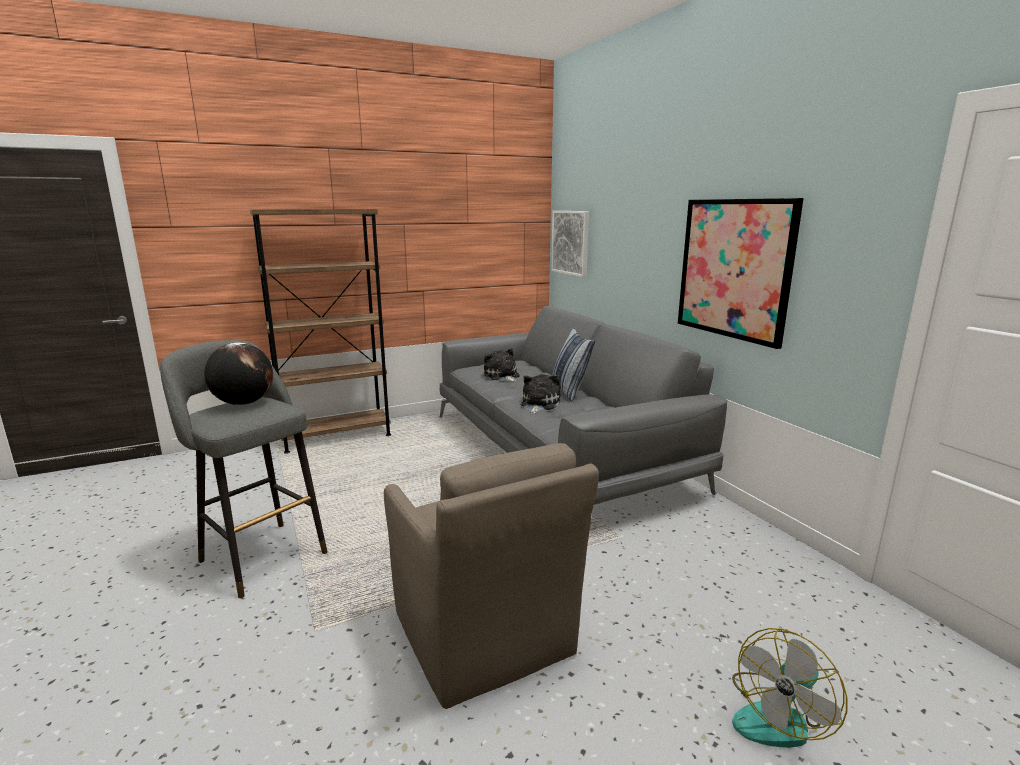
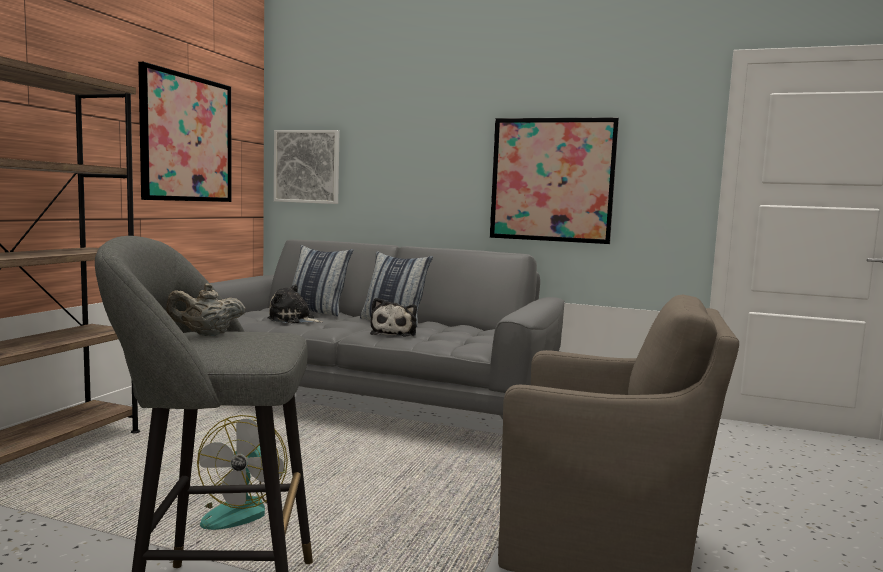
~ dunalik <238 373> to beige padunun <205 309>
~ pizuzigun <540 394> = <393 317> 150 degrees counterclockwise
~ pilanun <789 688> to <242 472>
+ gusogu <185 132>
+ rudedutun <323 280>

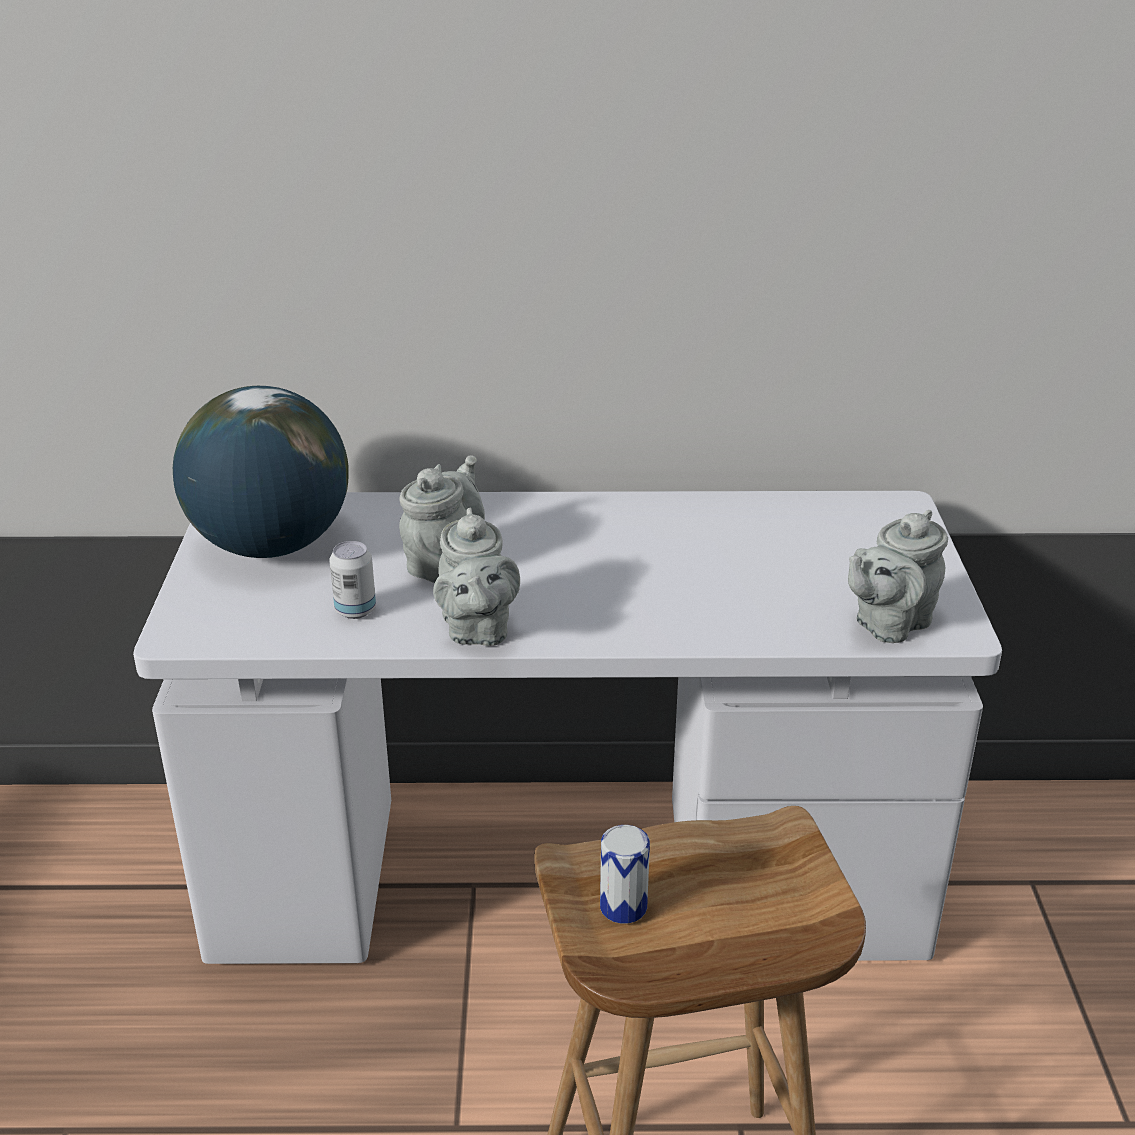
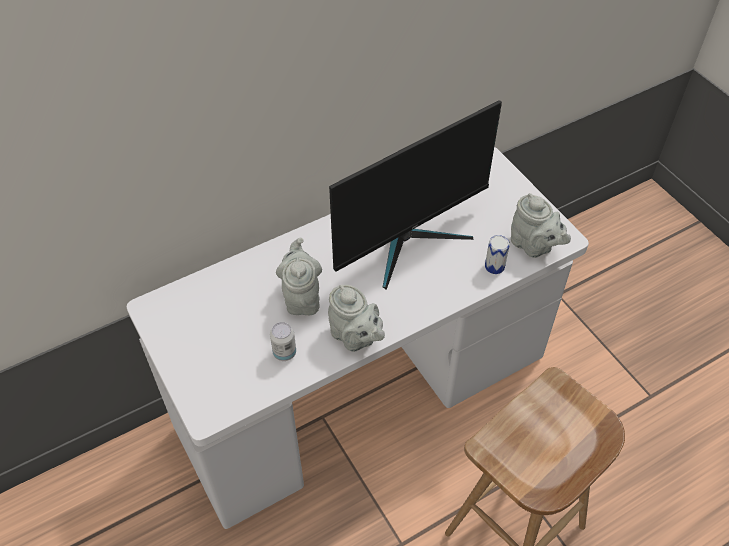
- dunalik <261 472>
~ grey padunun <898 576> = <541 225> 60 degrees counterclockwise
~ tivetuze <625 874> to <497 254>
+ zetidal <415 195>

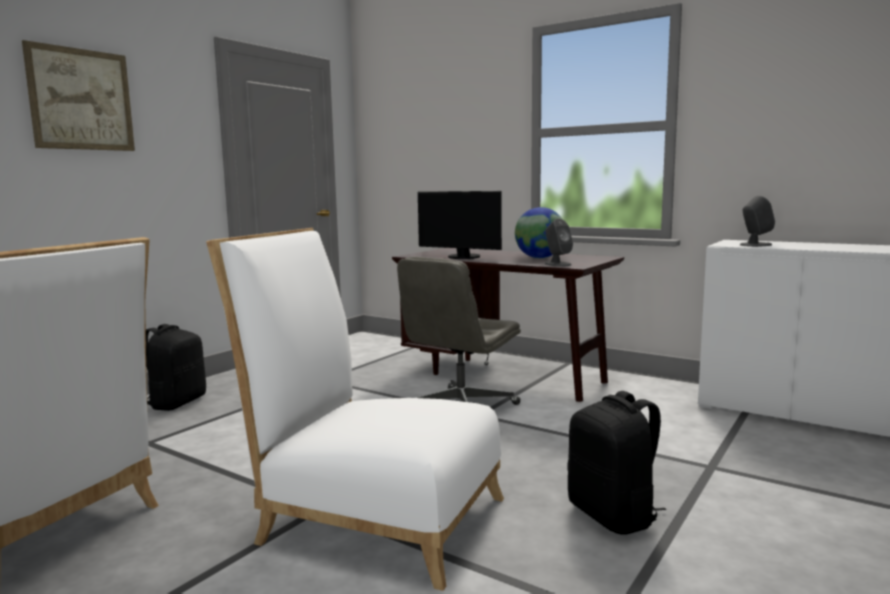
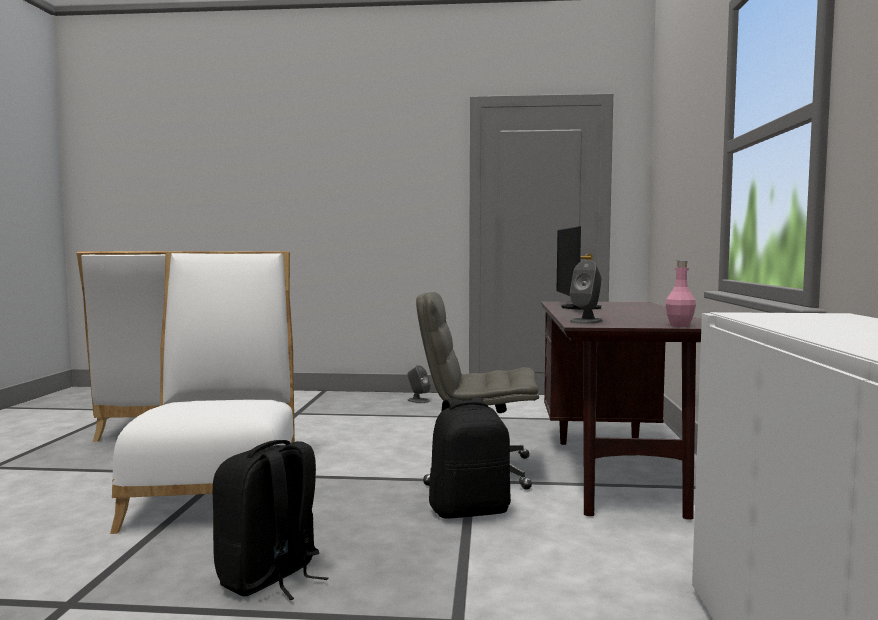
- gusogu <78 95>
~ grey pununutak <757 221> to <419 384>
- dunalik <538 232>
~ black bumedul <176 367> to <470 458>
+ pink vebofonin <681 294>

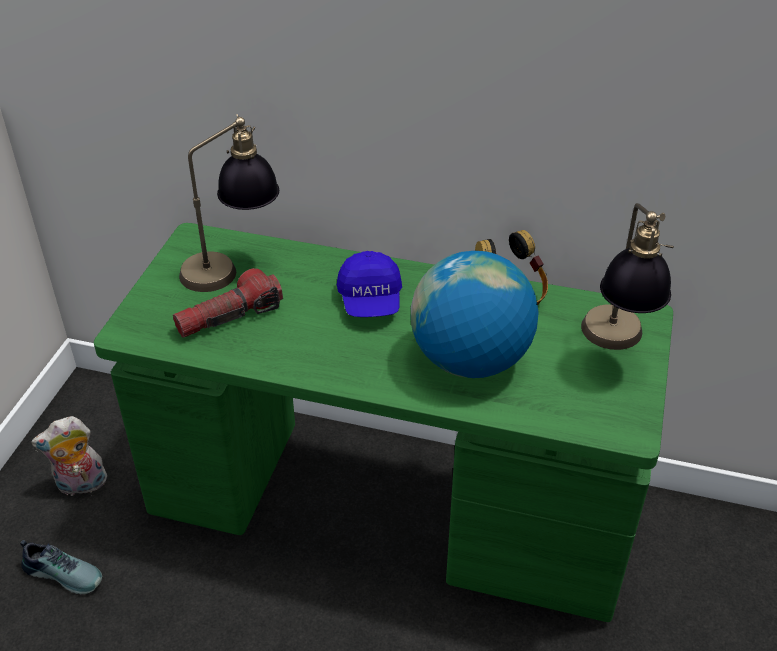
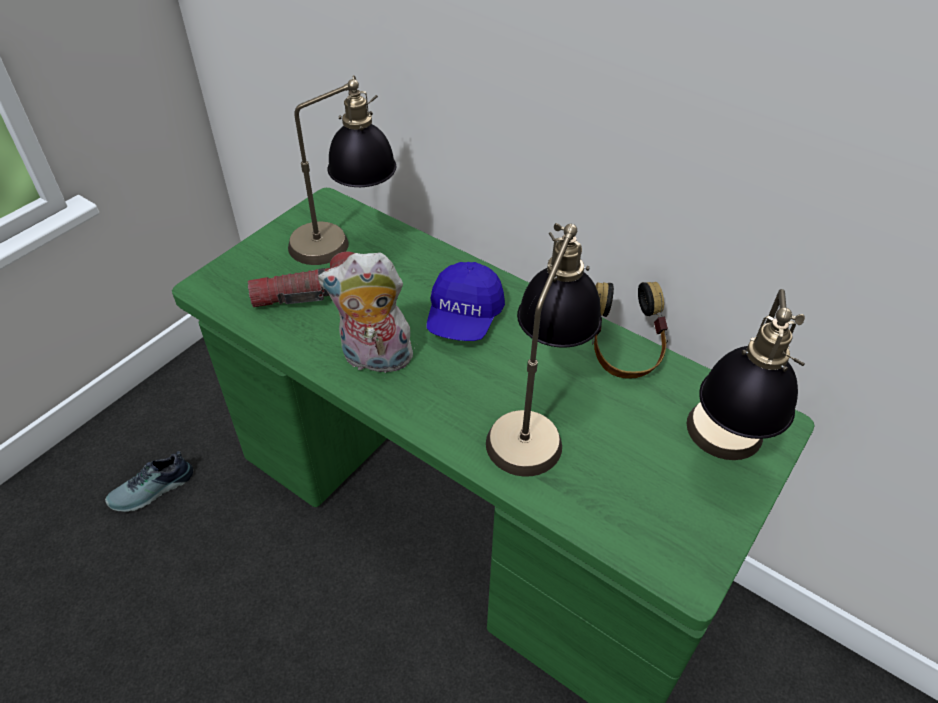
~ dunalik <475 314> to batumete <544 350>
~ pizuzigun <69 456> to <366 312>
~ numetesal <61 567> = <149 481> 105 degrees clockwise

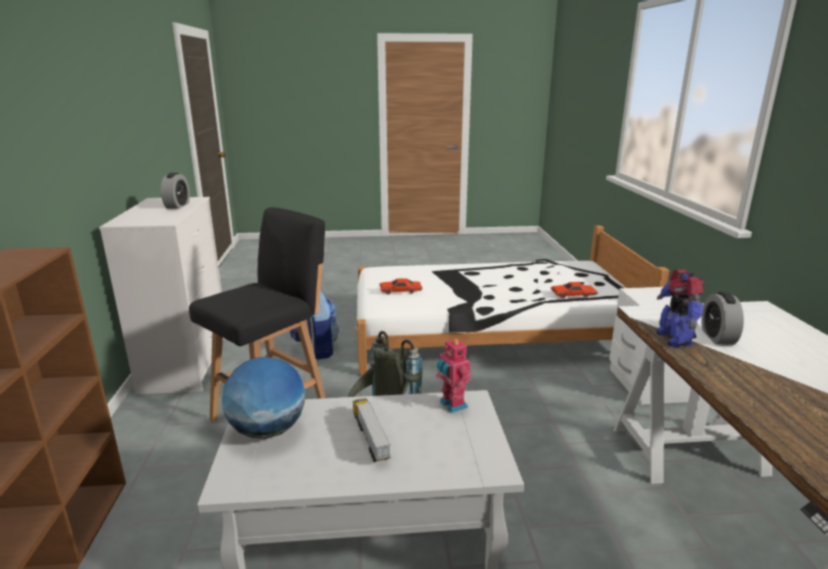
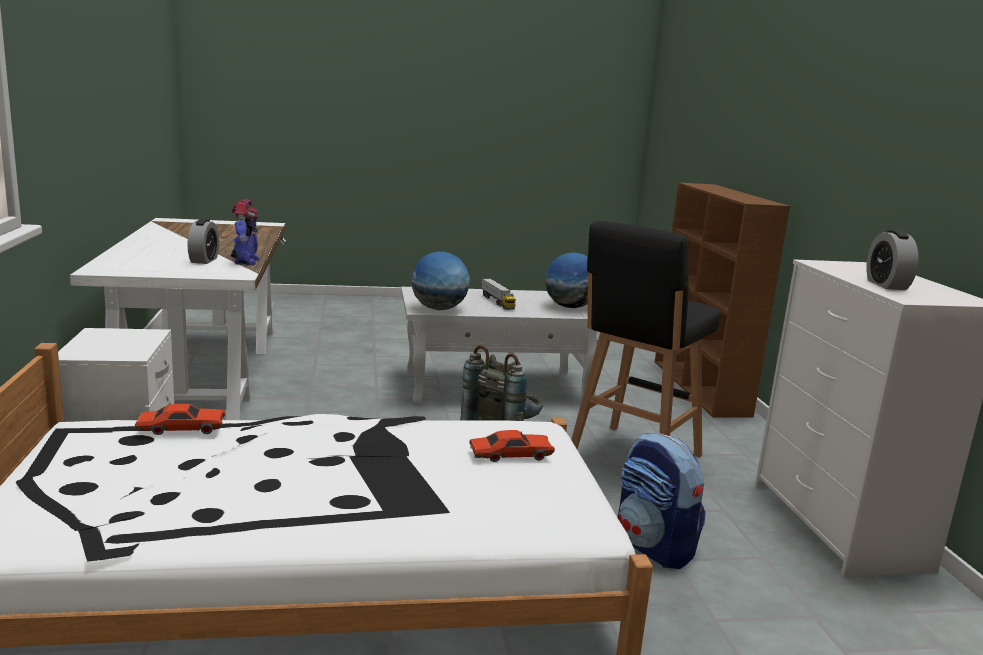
~ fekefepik <453 375> to dunalik <440 281>

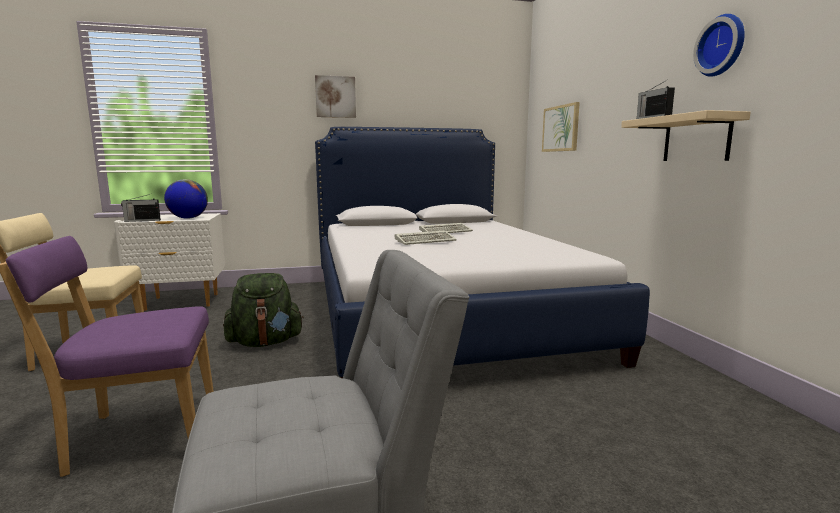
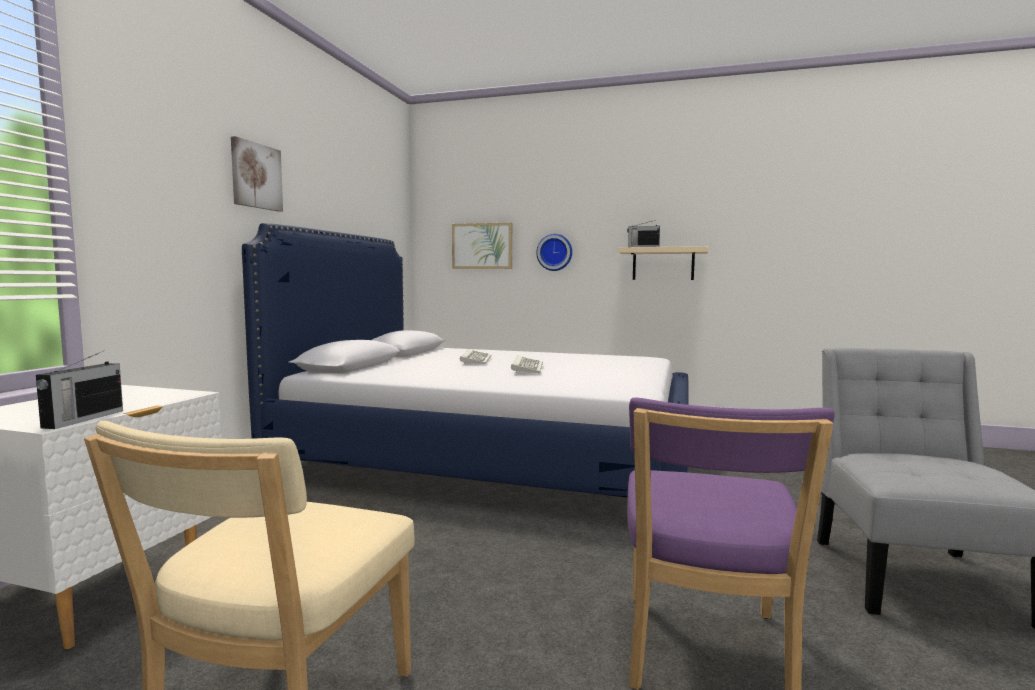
~ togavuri <719 45> to <554 252>
- dunalik <186 199>
- green bumedul <263 310>

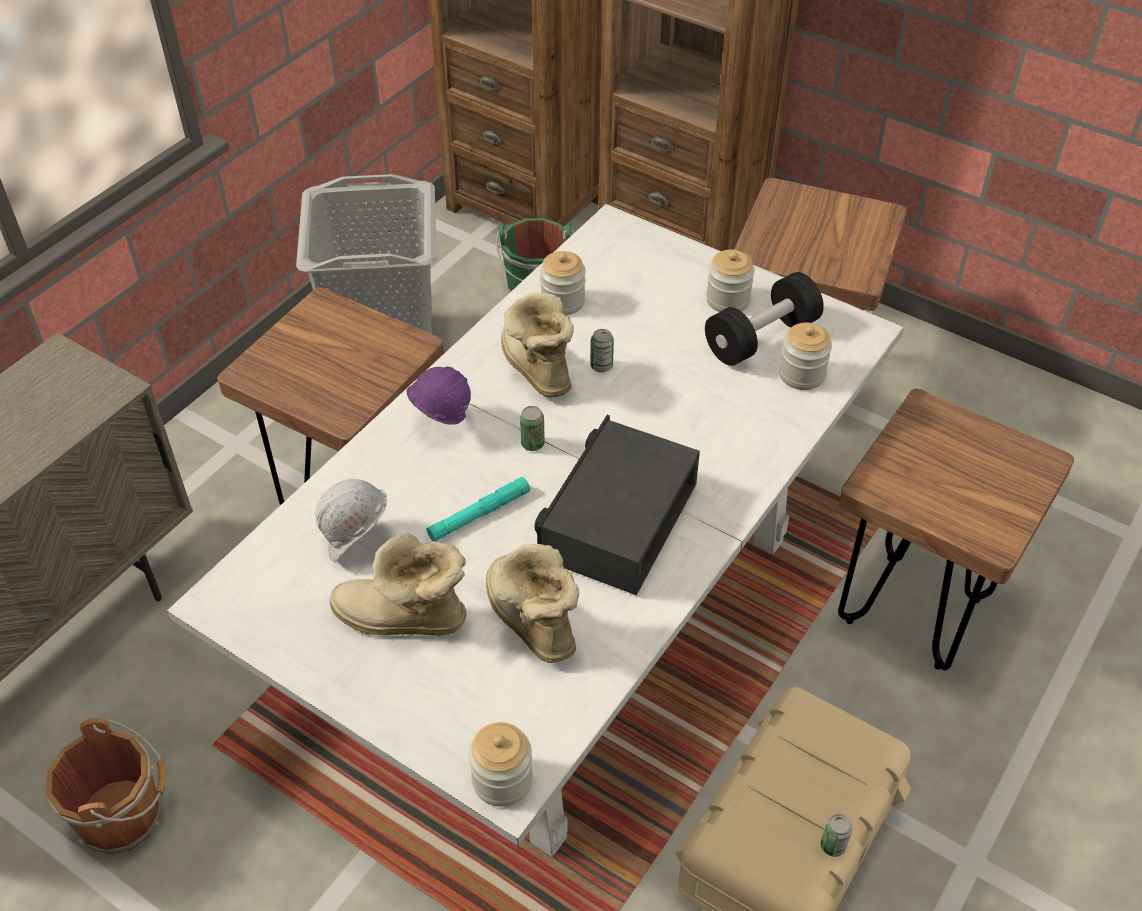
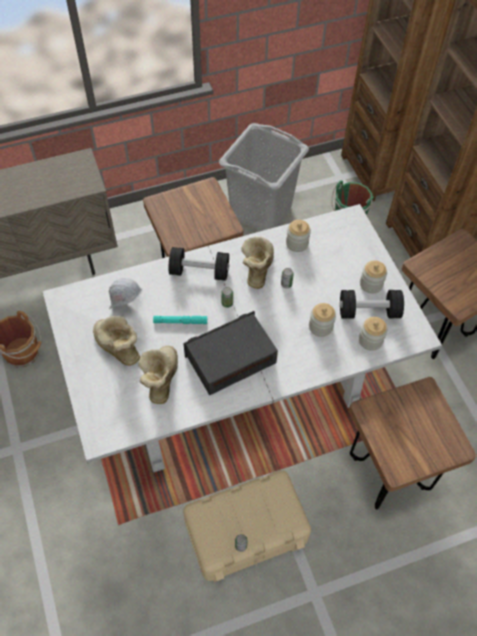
~ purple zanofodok <439 395> to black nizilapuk <199 264>
~ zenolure <501 764> to <322 320>

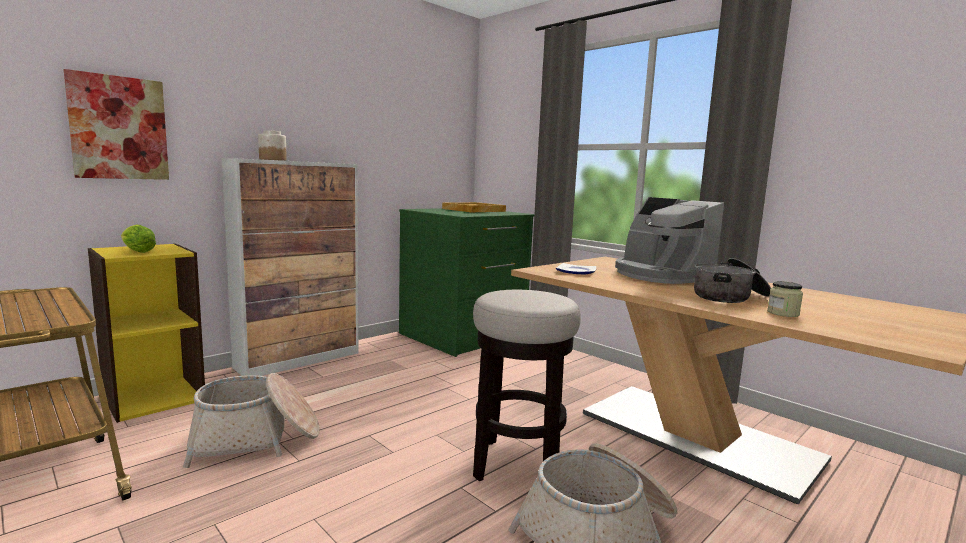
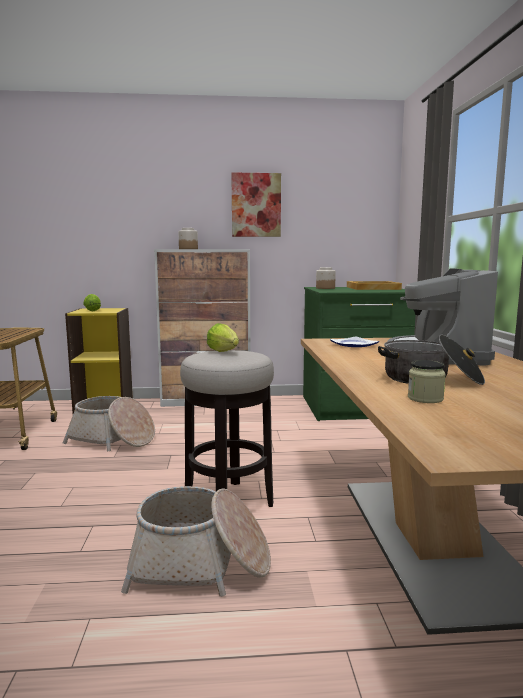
~ gusogu <116 124> to <256 205>
+ zenolure <326 278>
+ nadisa <223 337>

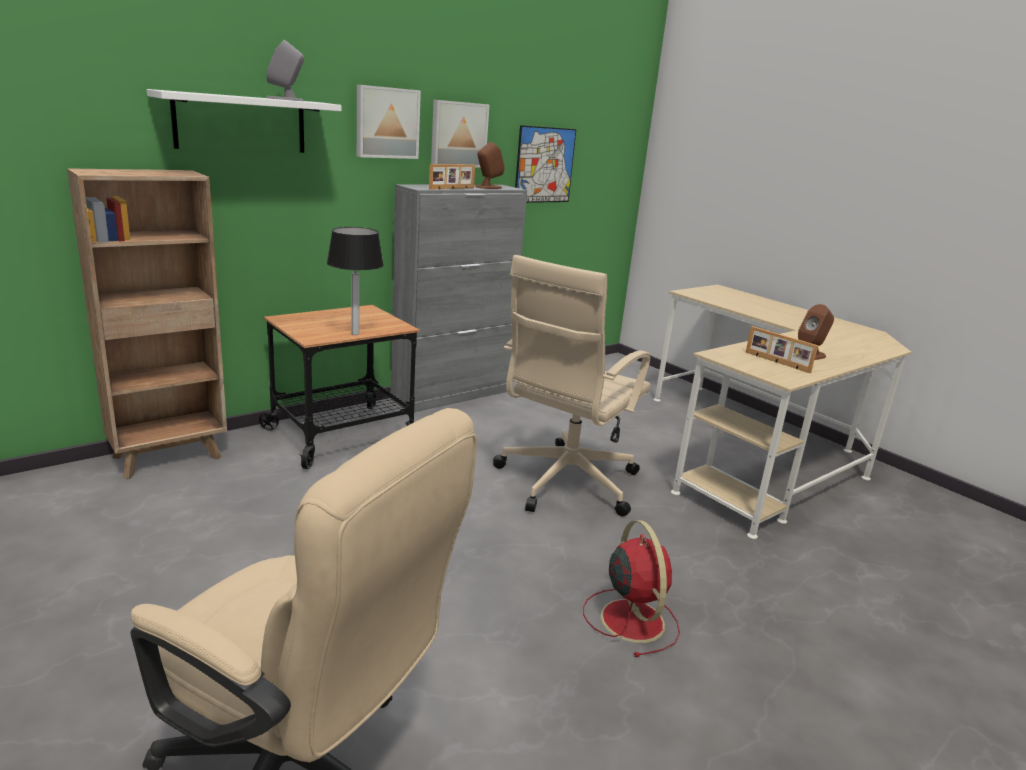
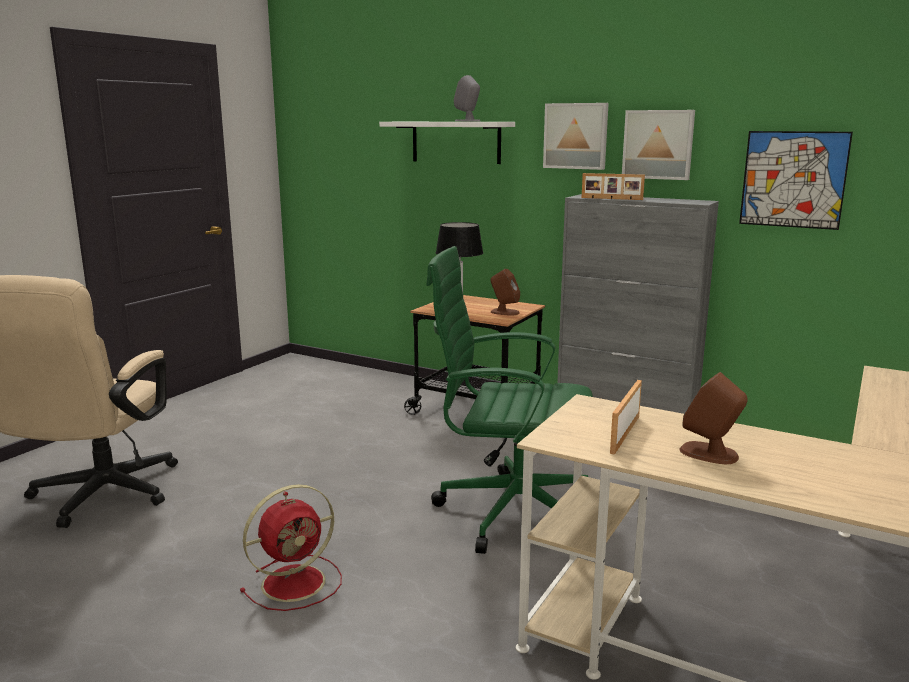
~ brown pununutak <490 165> to <505 292>
- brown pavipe <147 323>
~ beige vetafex <572 386> to green vetafex <509 400>

